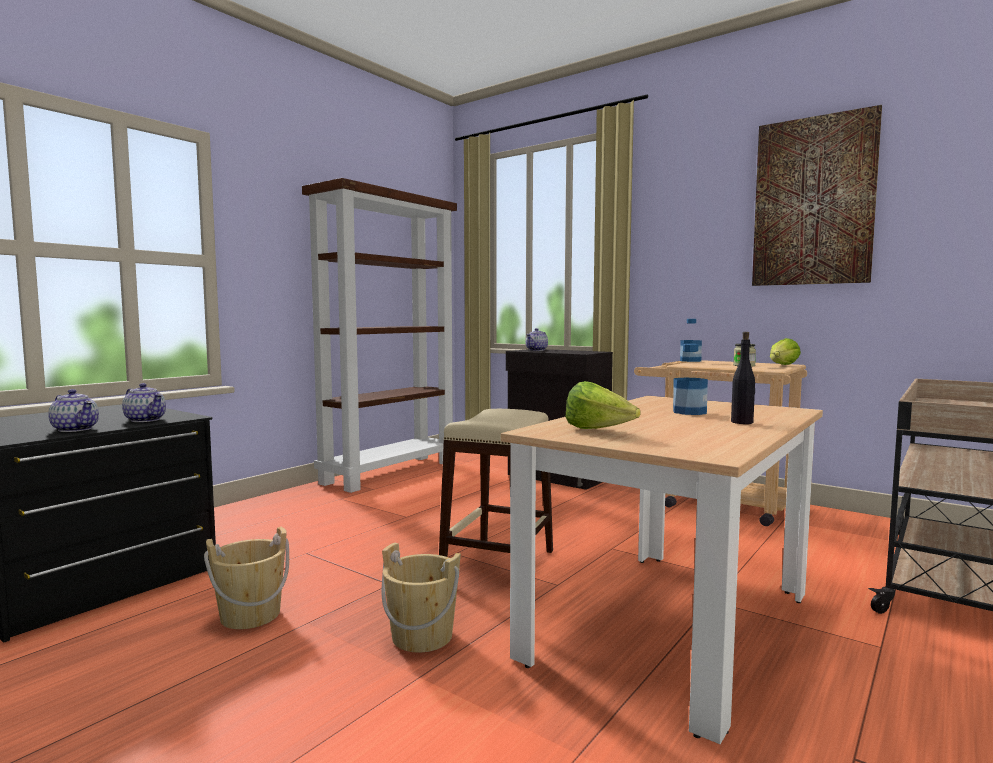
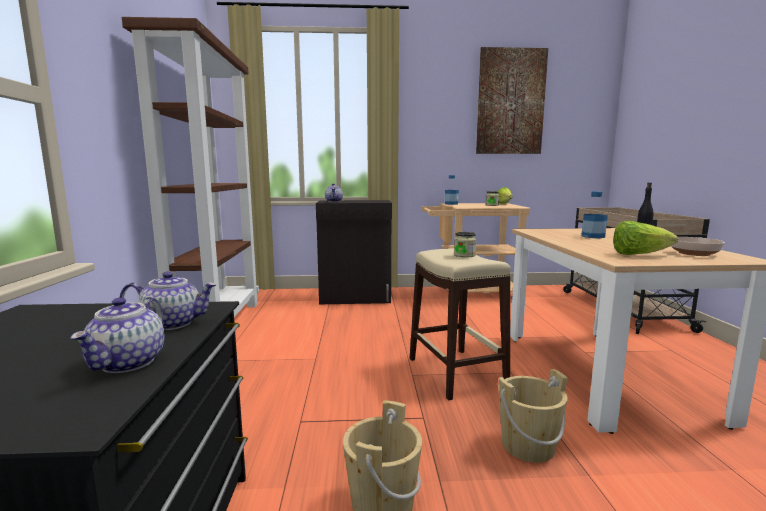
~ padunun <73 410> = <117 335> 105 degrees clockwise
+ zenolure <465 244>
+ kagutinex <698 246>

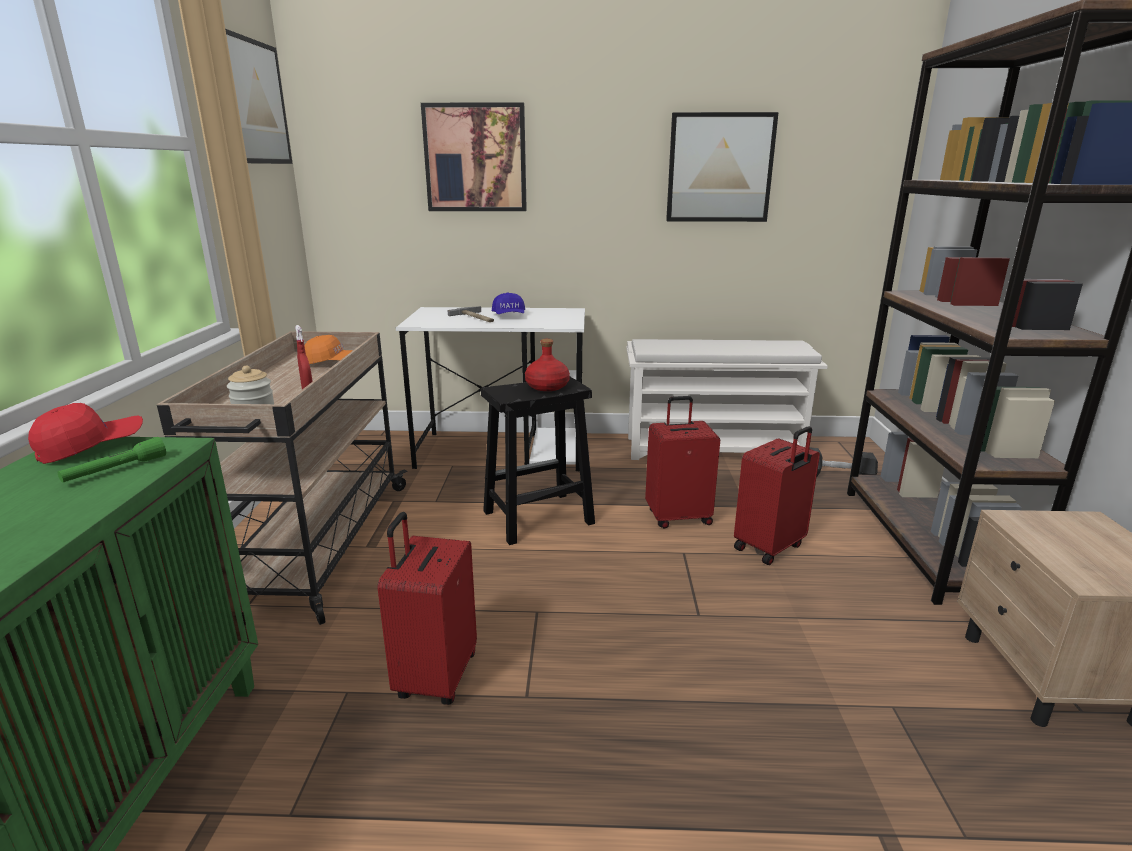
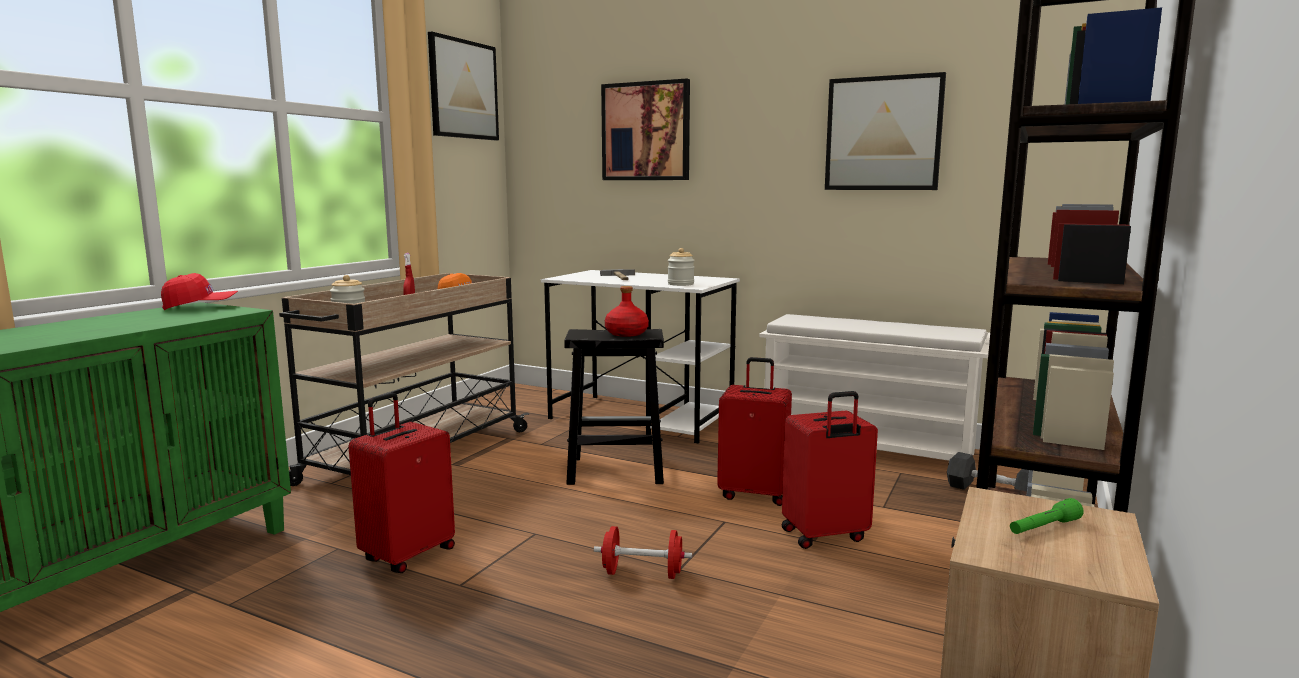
- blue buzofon <508 303>
~ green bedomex <112 460> to <1047 516>
+ zenolure <681 267>
+ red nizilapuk <643 552>

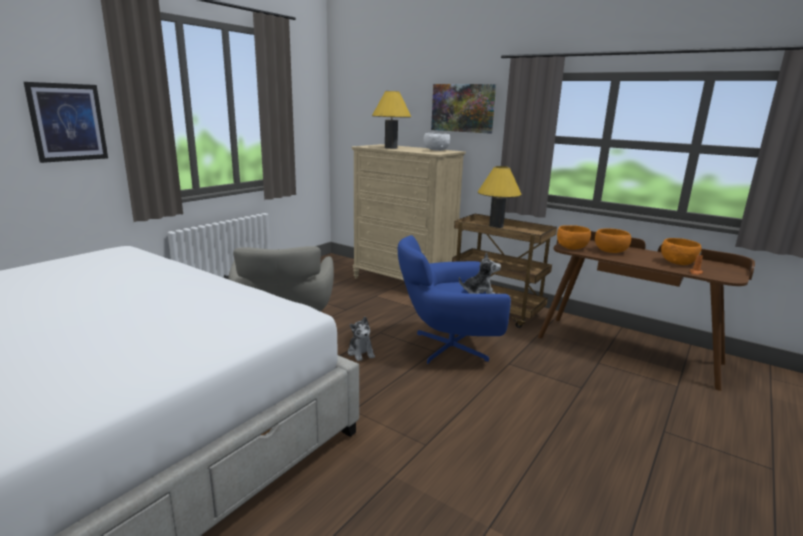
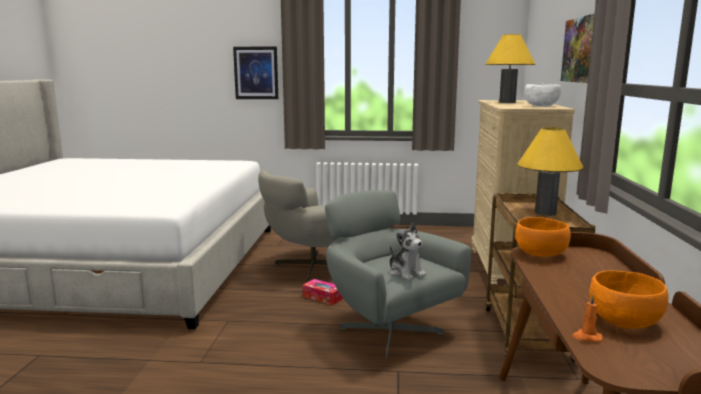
- orange kagutinex <613 240>
~ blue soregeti <454 299> to grey soregeti <398 274>
~ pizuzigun <361 339> to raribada <323 292>

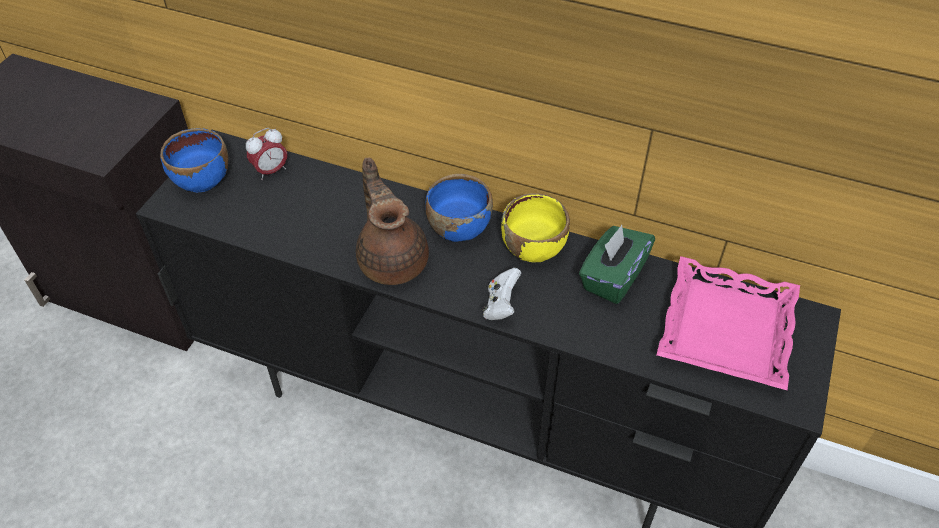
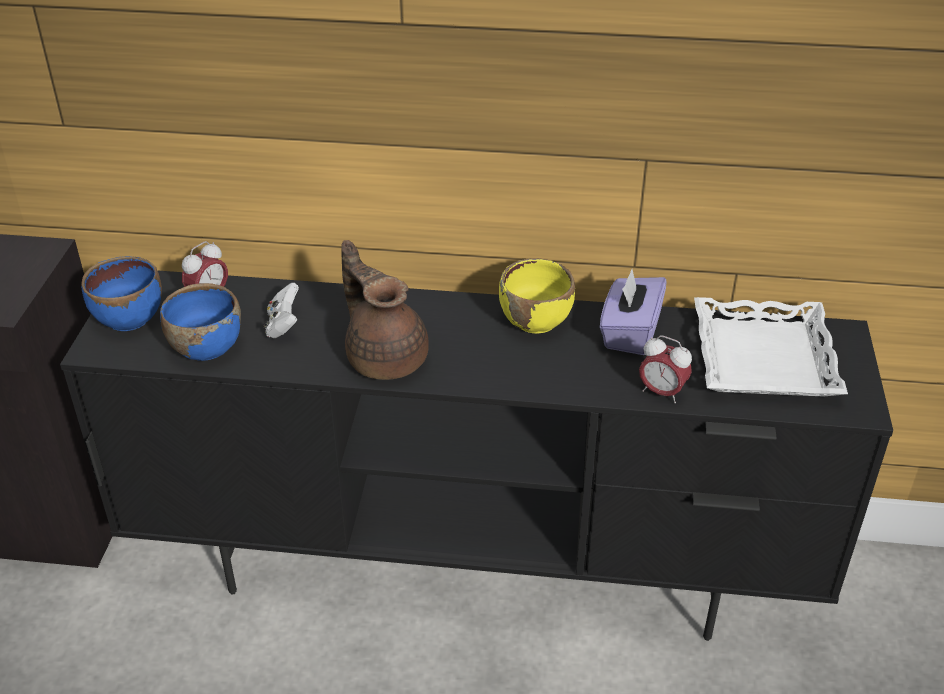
~ blue kagutinex <459 208> to <200 322>
~ green raribada <617 264> to purple raribada <633 312>
~ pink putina <728 323> to white putina <771 347>
~ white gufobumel <501 294> to <281 310>
+ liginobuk <665 369>

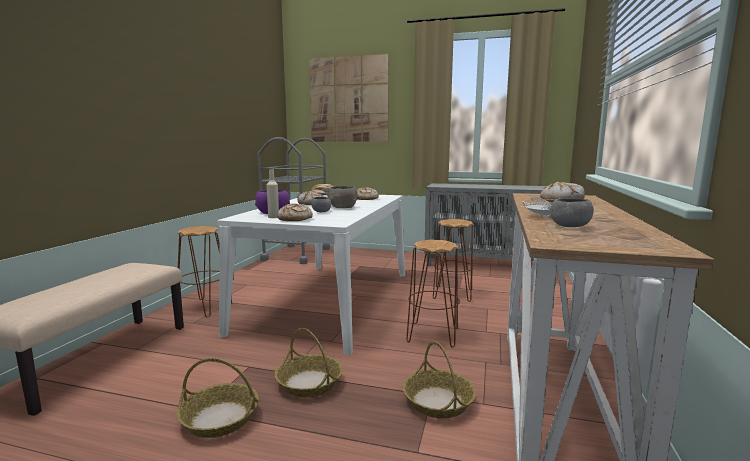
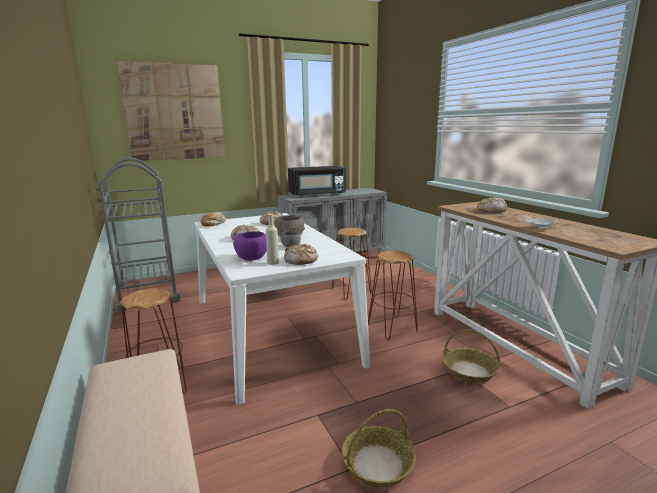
- grey kagutinex <572 212>
- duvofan <309 362>
+ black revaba <317 181>

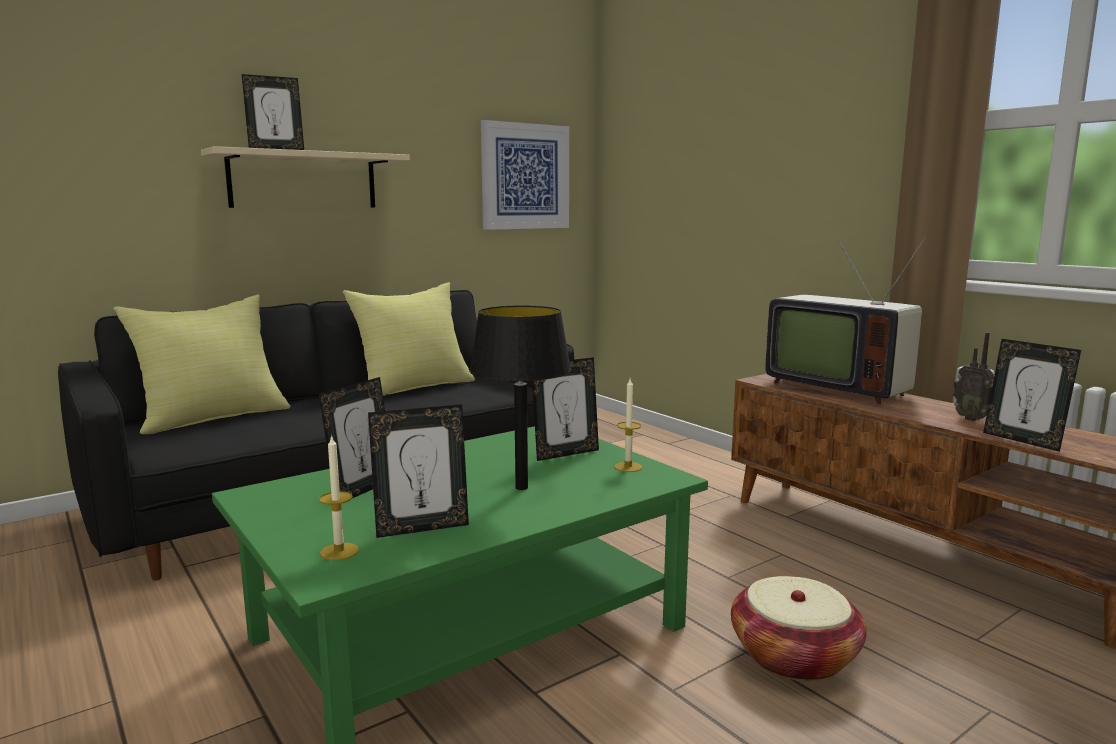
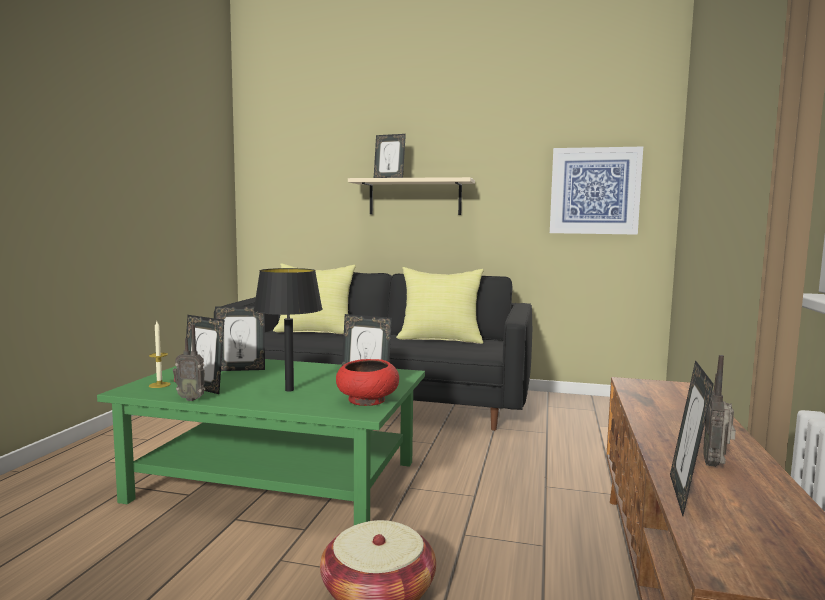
- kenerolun <846 320>
~ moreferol <628 425> to red kagutinex <367 382>
+ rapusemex <189 362>

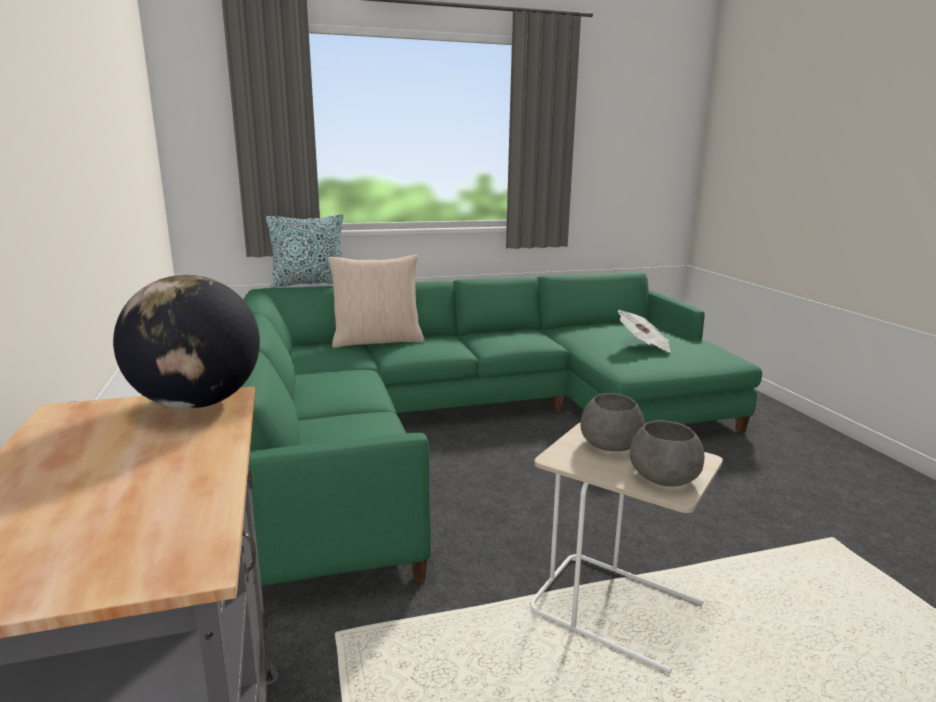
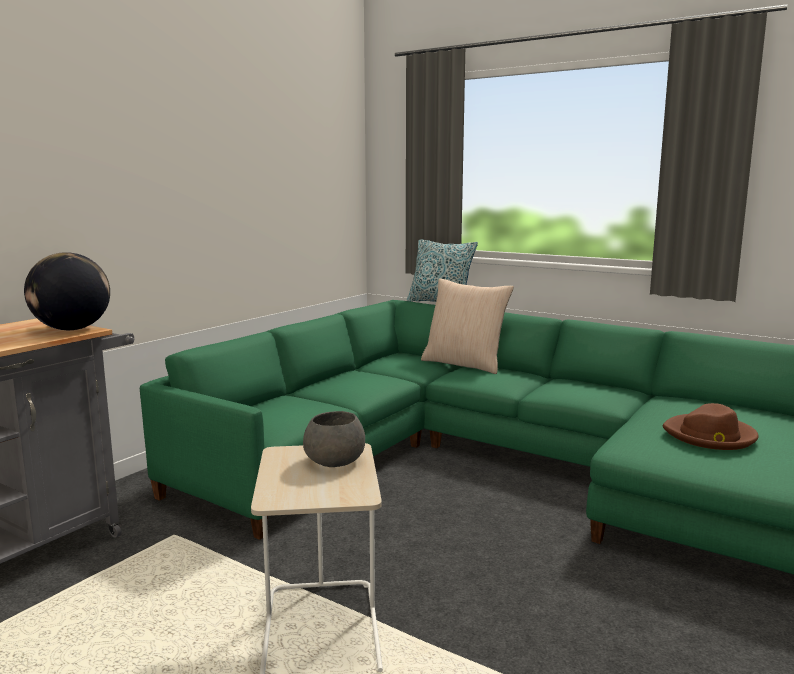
~ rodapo <644 331> to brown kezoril <710 426>
- grey kagutinex <667 453>

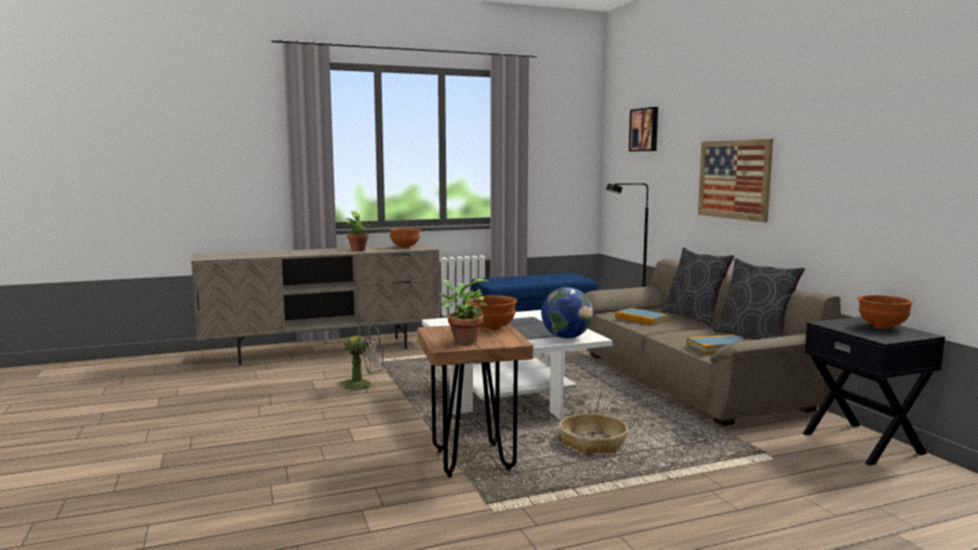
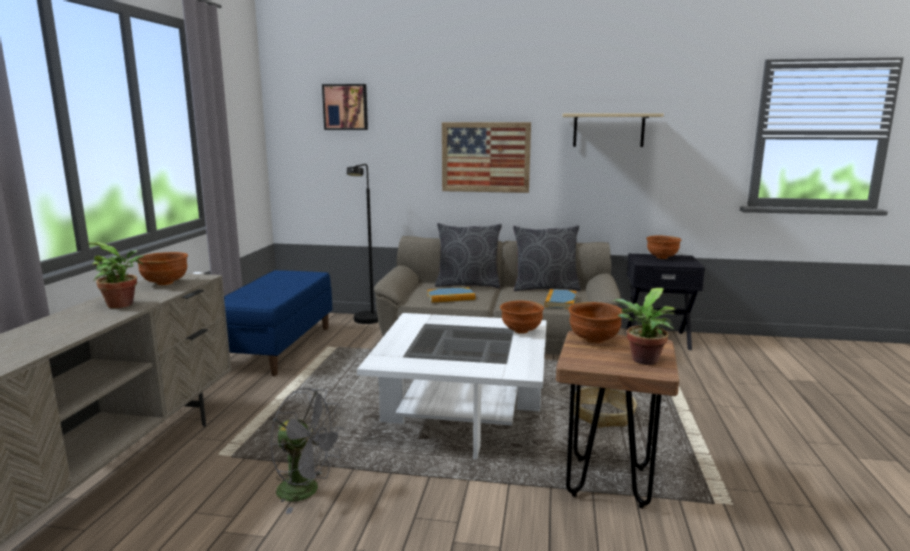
~ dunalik <567 313> to brown kagutinex <522 317>
~ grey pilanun <359 352> = <307 451> 90 degrees clockwise
+ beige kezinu <613 130>

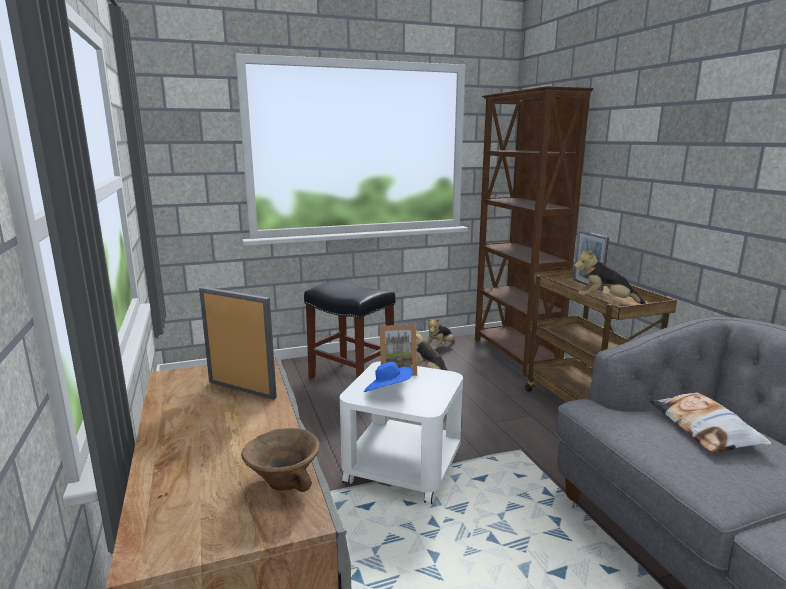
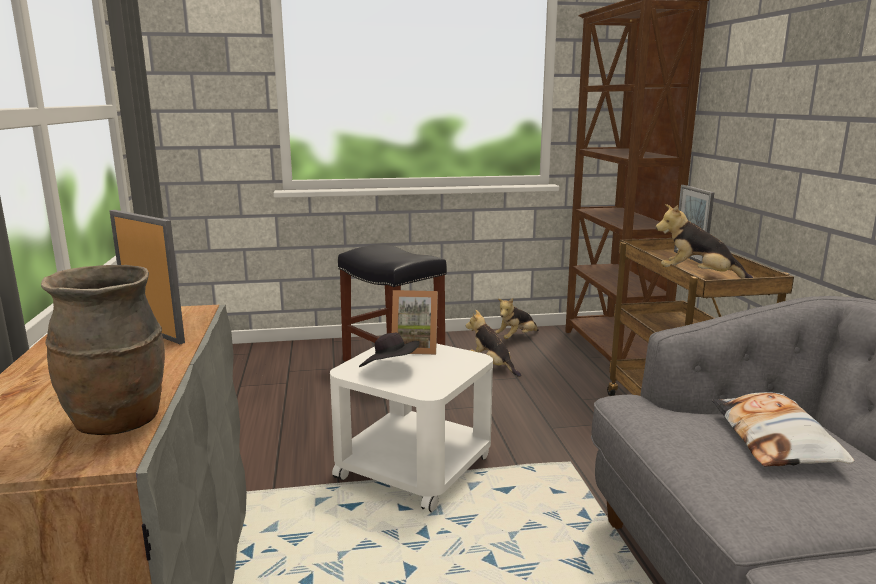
~ blue kezoril <388 377> to black kezoril <389 350>
~ brown kagutinex <280 460> to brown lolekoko <103 350>

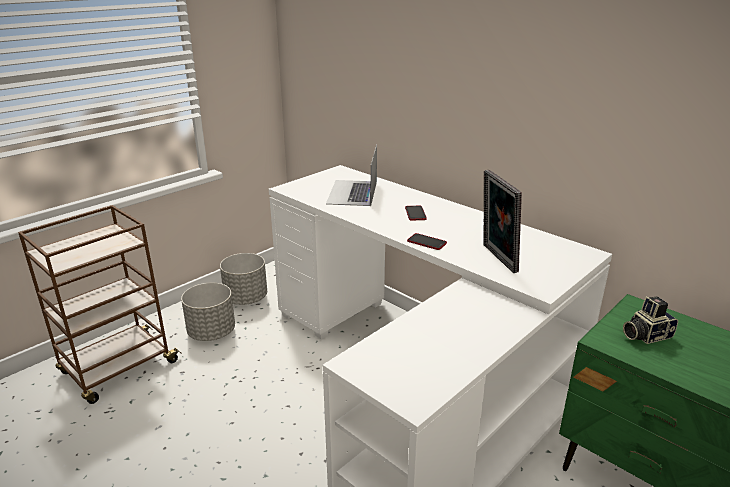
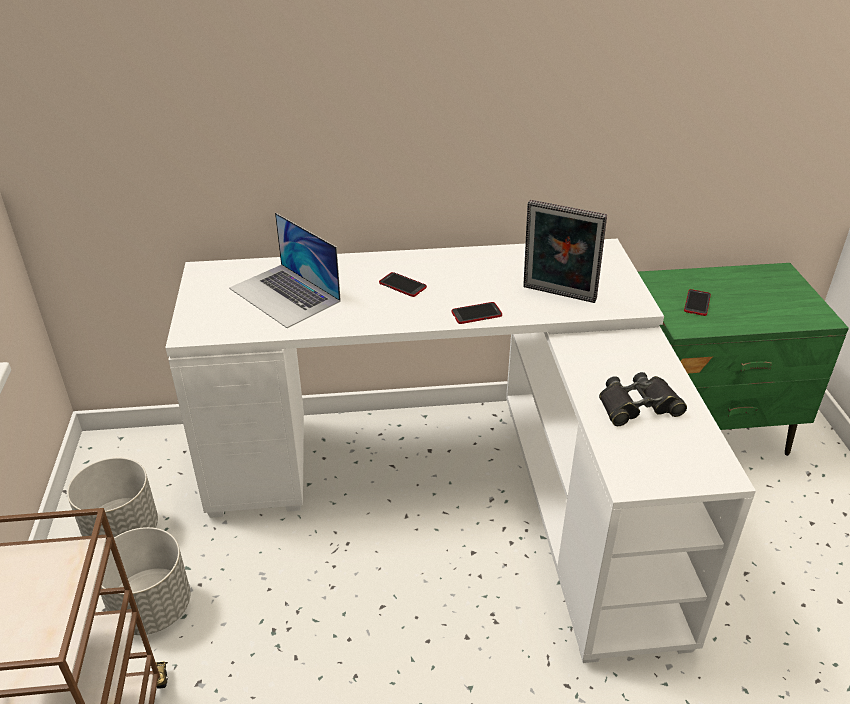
~ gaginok <650 320> to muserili <697 302>
+ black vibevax <643 399>

